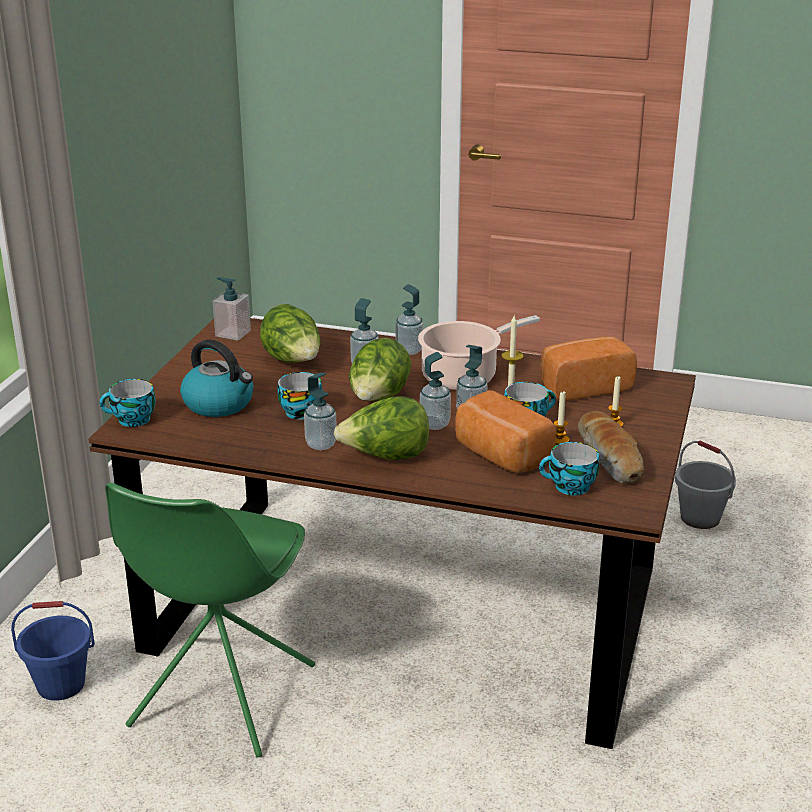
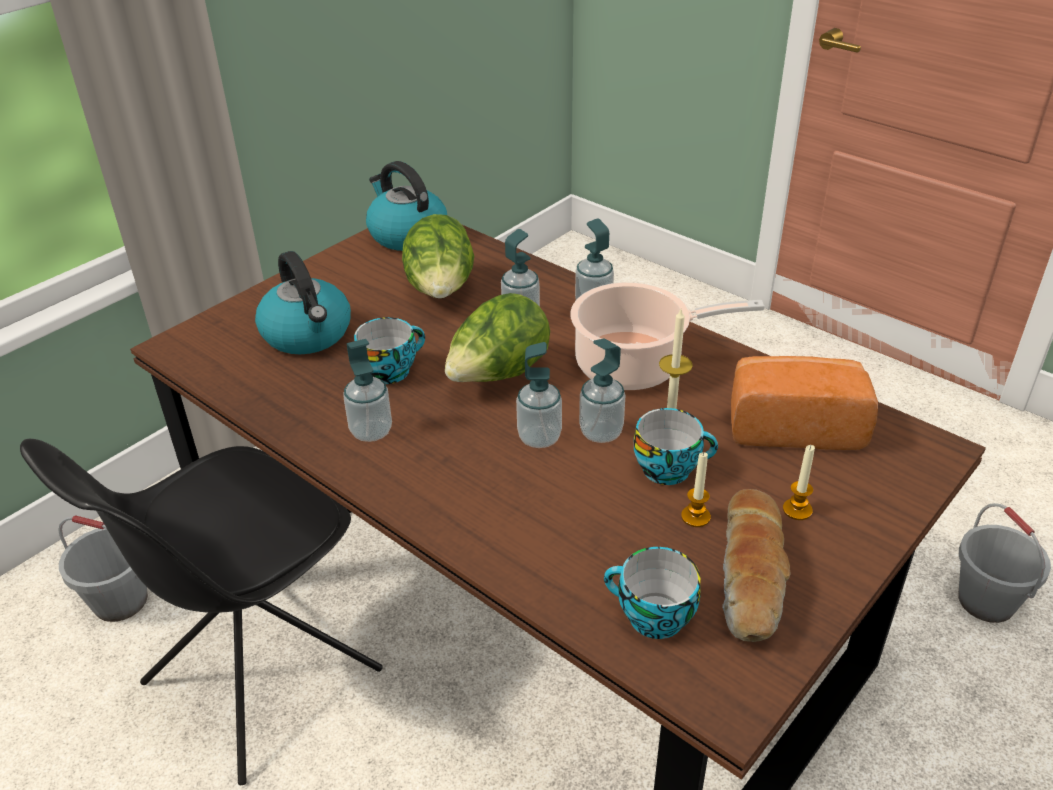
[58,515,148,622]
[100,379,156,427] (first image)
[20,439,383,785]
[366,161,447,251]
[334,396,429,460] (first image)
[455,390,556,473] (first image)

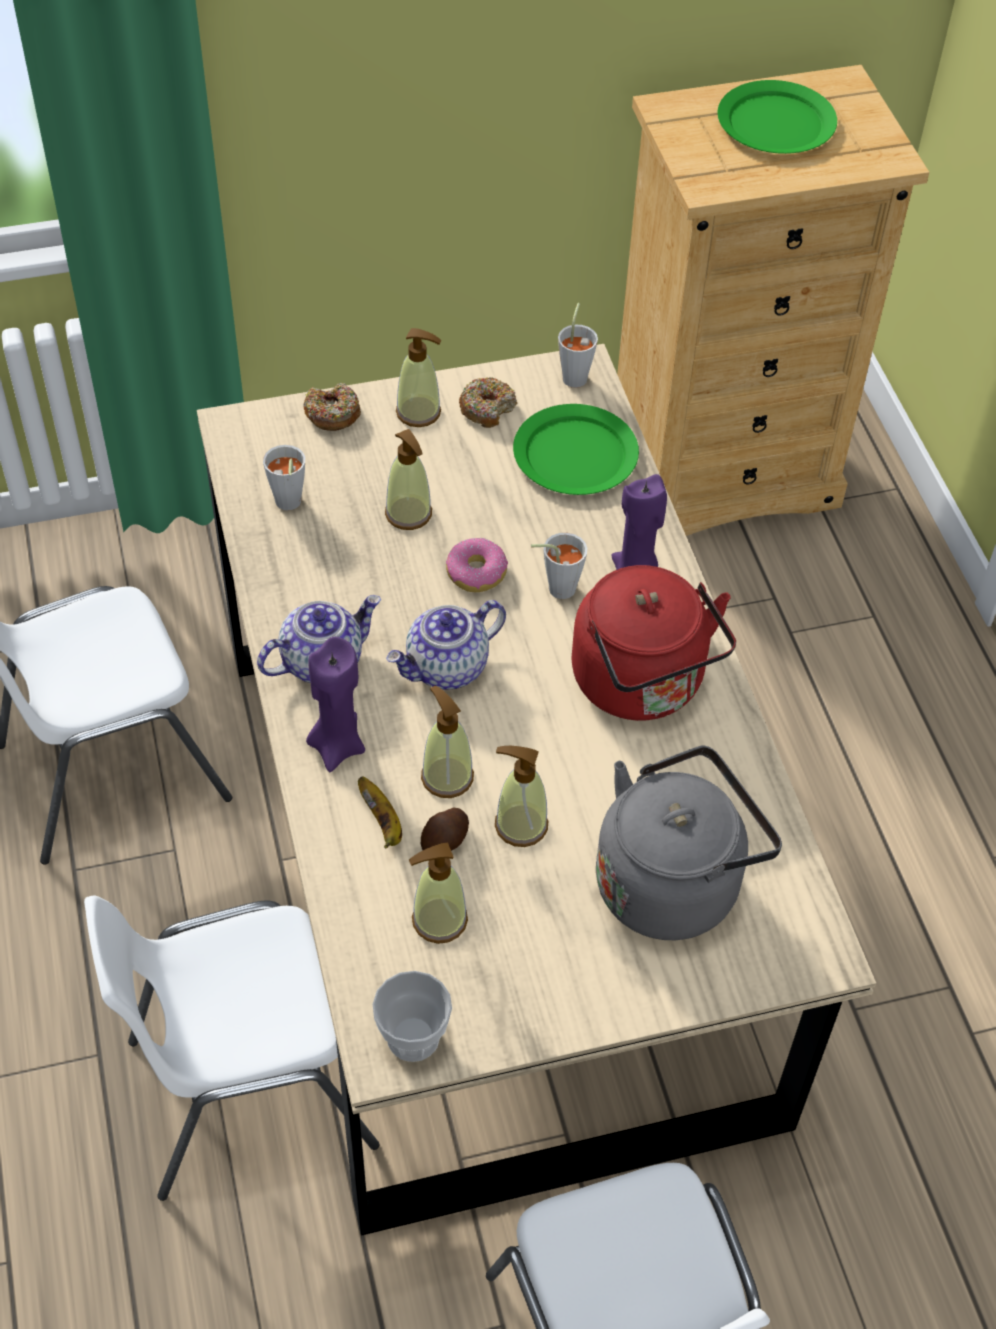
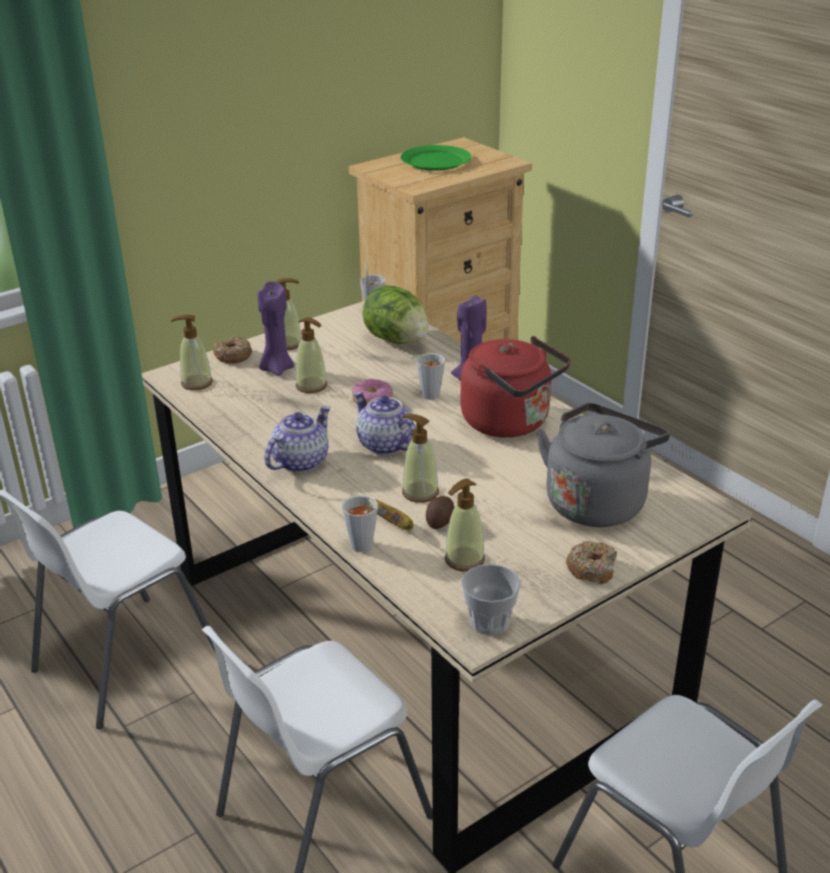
[342,495,378,552]
[257,281,294,376]
[353,392,416,455]
[566,541,617,584]
[171,315,213,390]
[363,285,429,344]

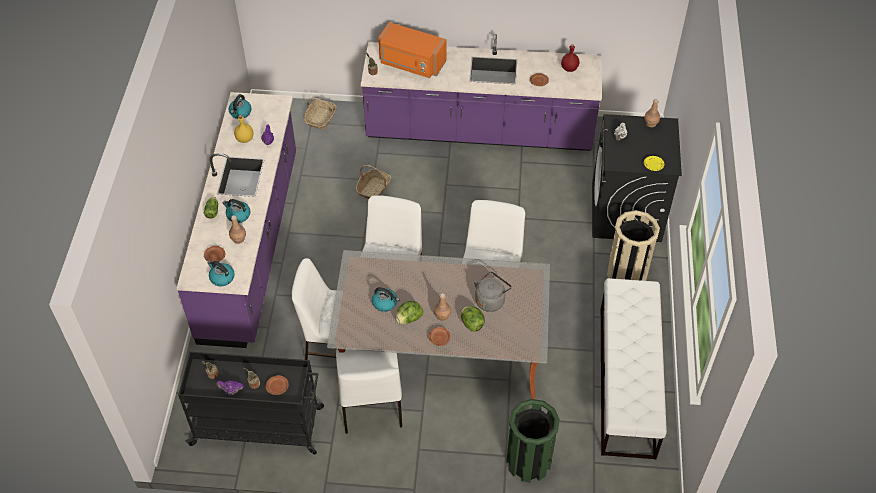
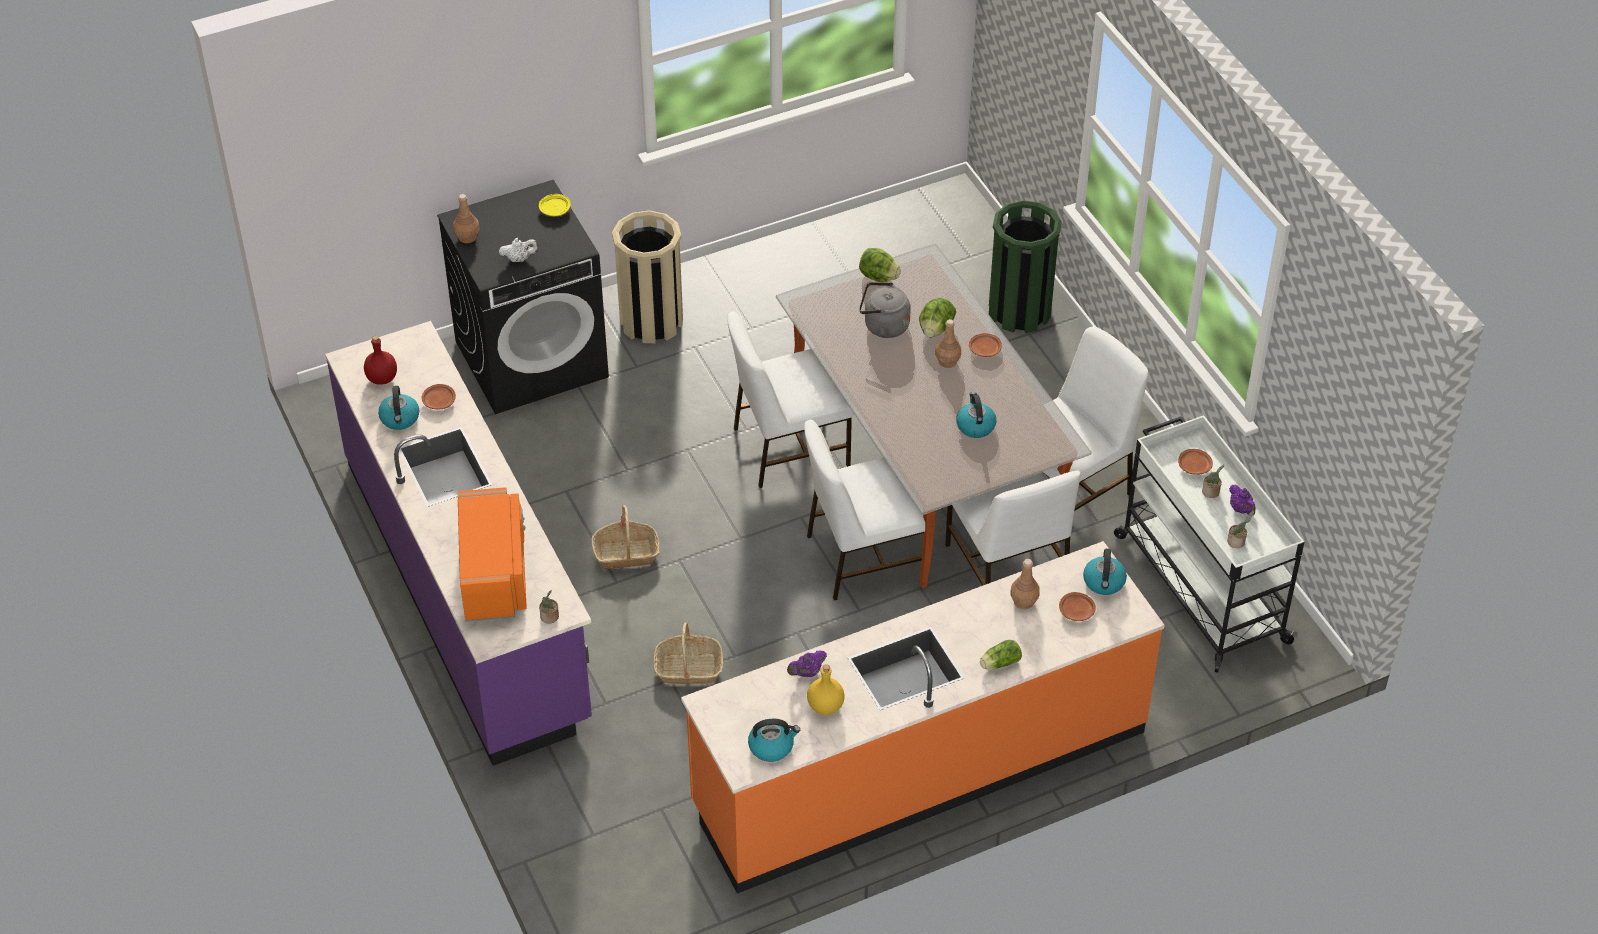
[681,541,1165,894]
[1114,415,1304,673]
[378,386,419,430]
[591,505,660,569]
[859,248,901,282]
[601,278,667,459] (first image)

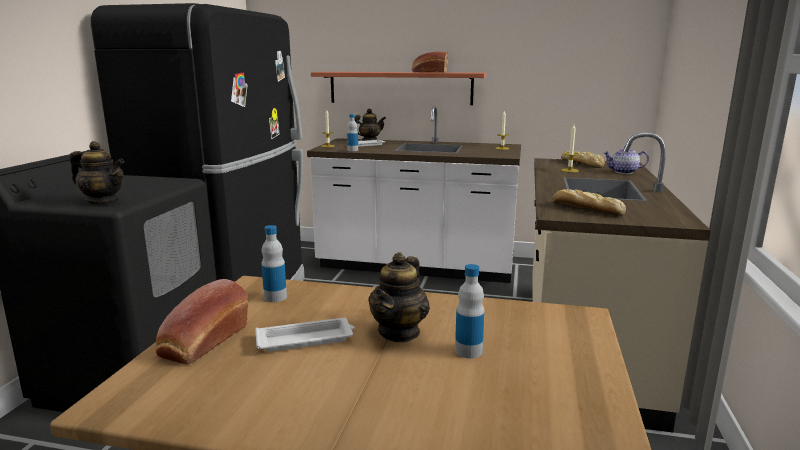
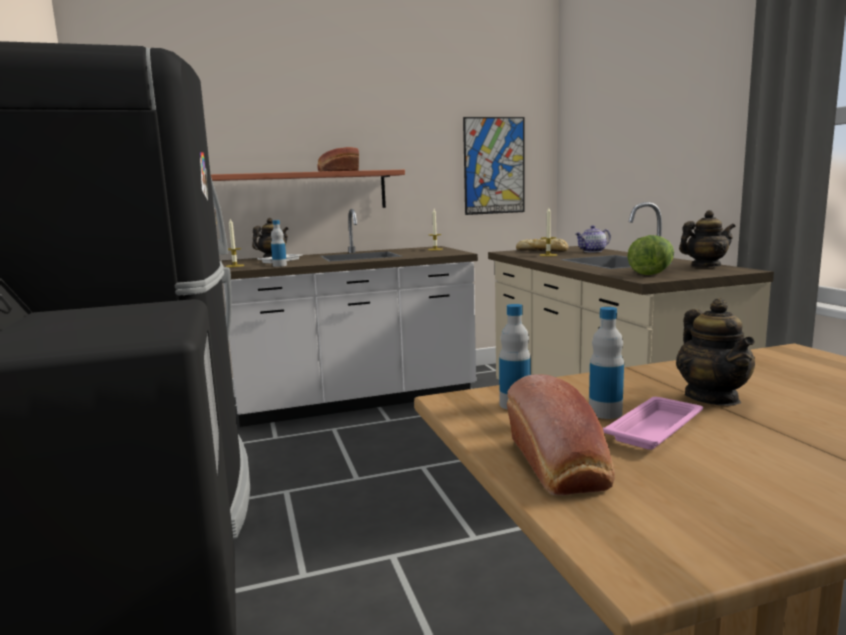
[679,210,735,267]
[603,397,703,450]
[589,307,624,419]
[627,235,674,275]
[463,117,525,215]

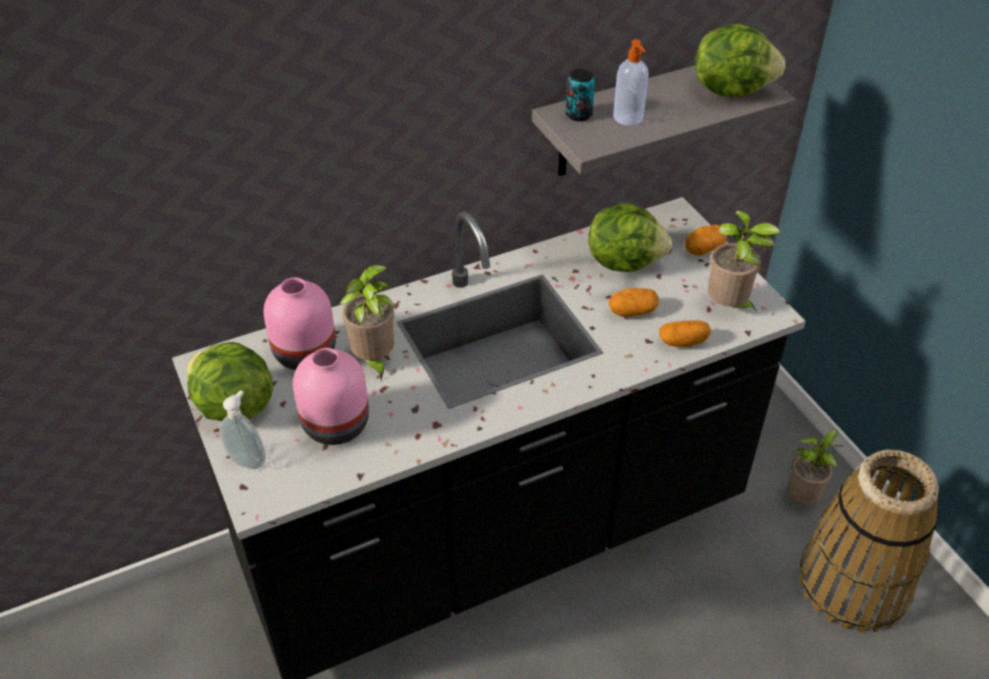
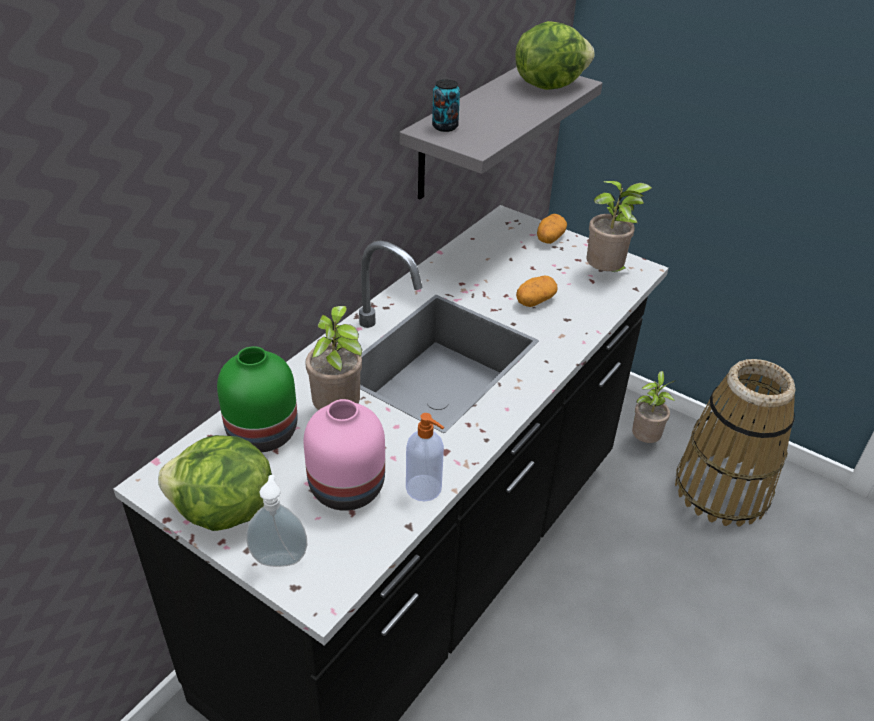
[217,346,298,452]
[589,203,672,272] (first image)
[406,413,444,501]
[659,320,711,347] (first image)

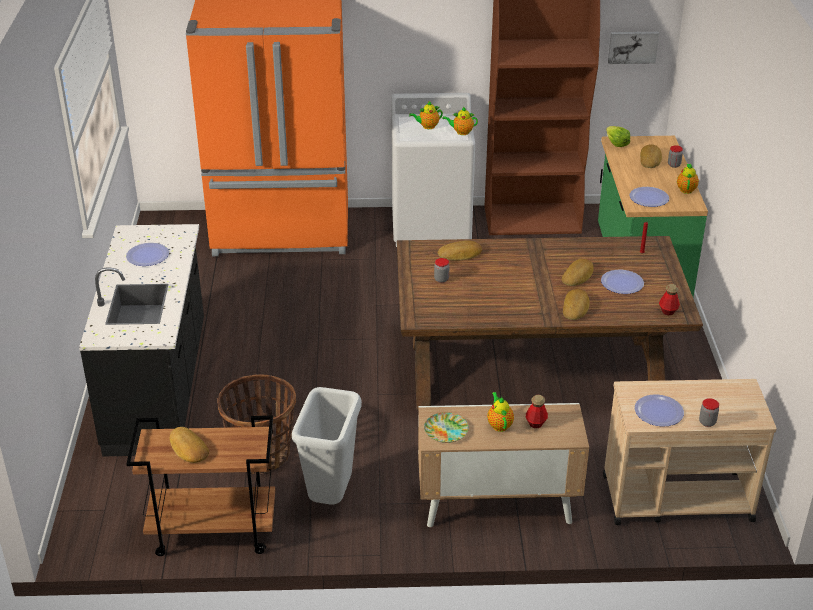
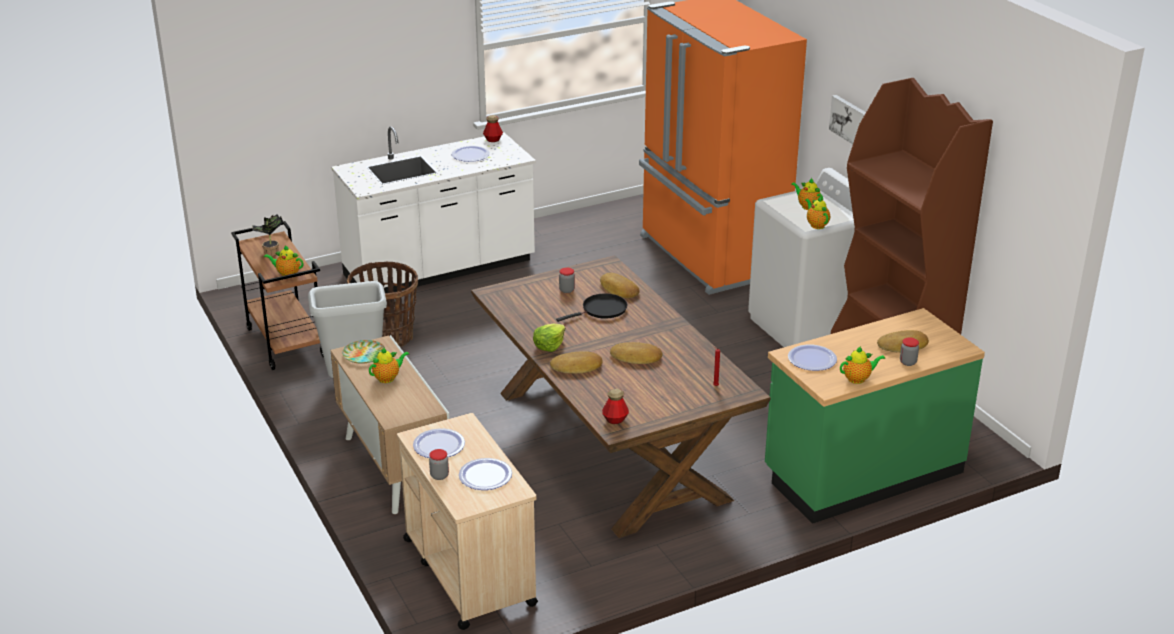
[331,126,536,293]
[252,214,283,256]
[483,115,503,142]
[459,458,512,490]
[533,323,565,352]
[829,95,866,144]
[264,245,303,276]
[556,293,627,322]

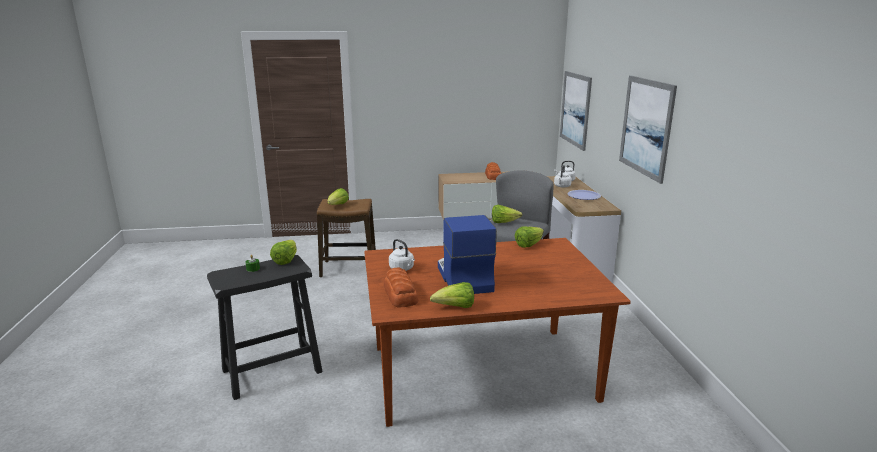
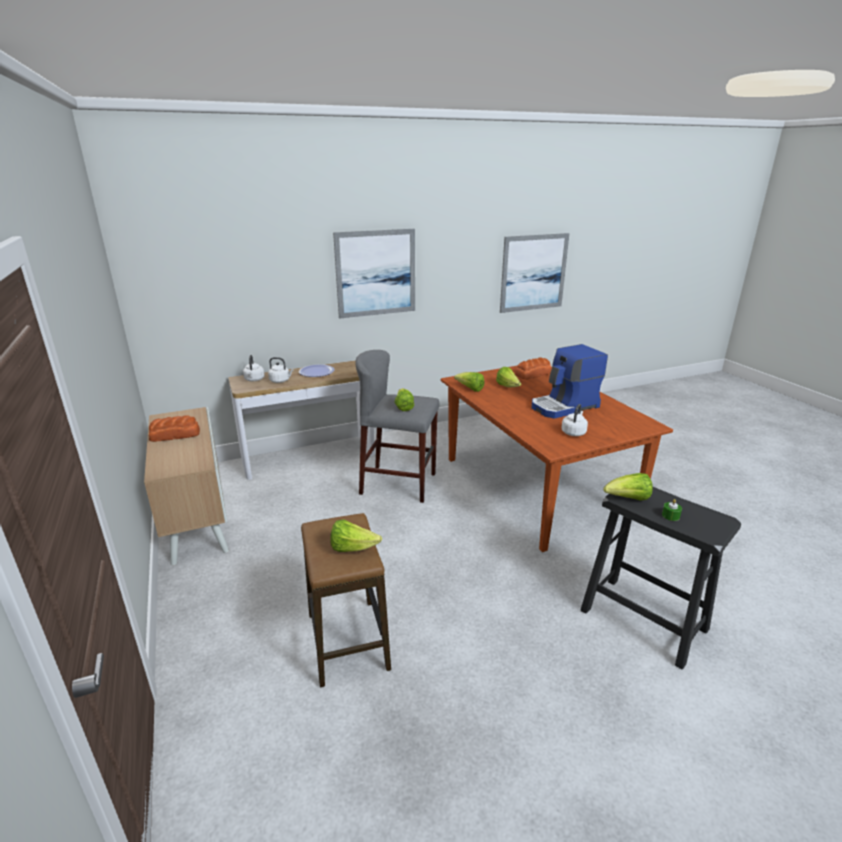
[515,357,552,380]
[496,367,521,387]
[500,233,570,313]

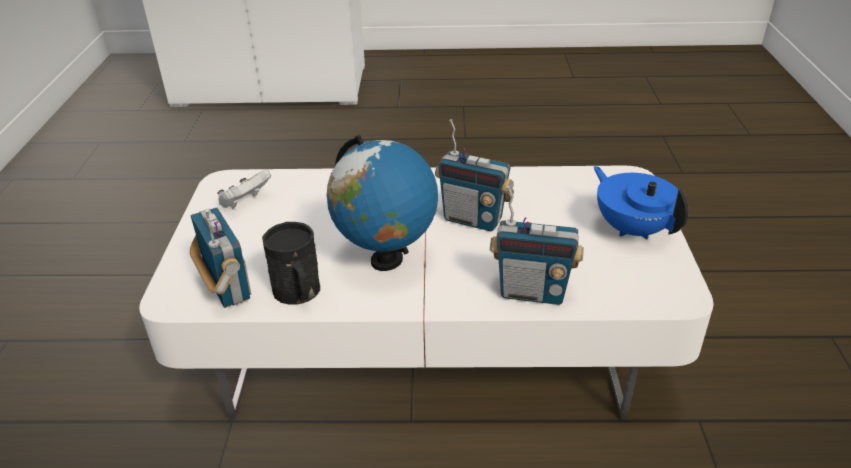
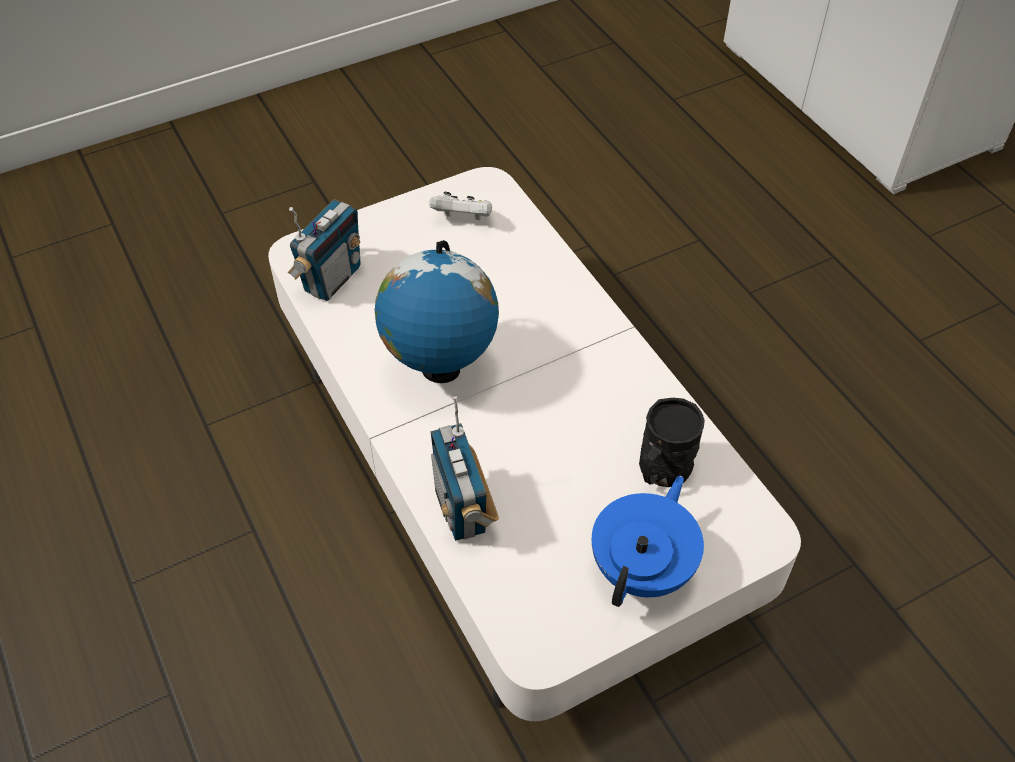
[639,398,705,487]
[435,119,514,231] (first image)

